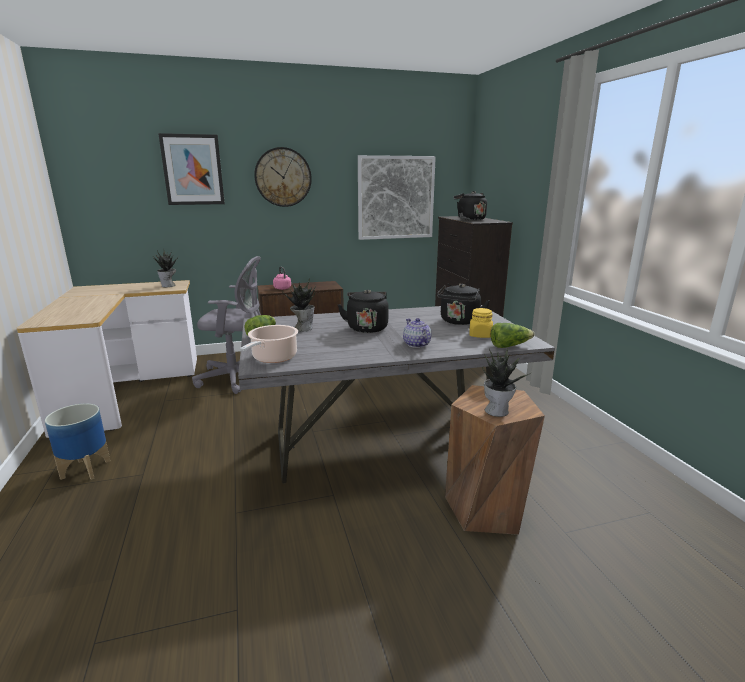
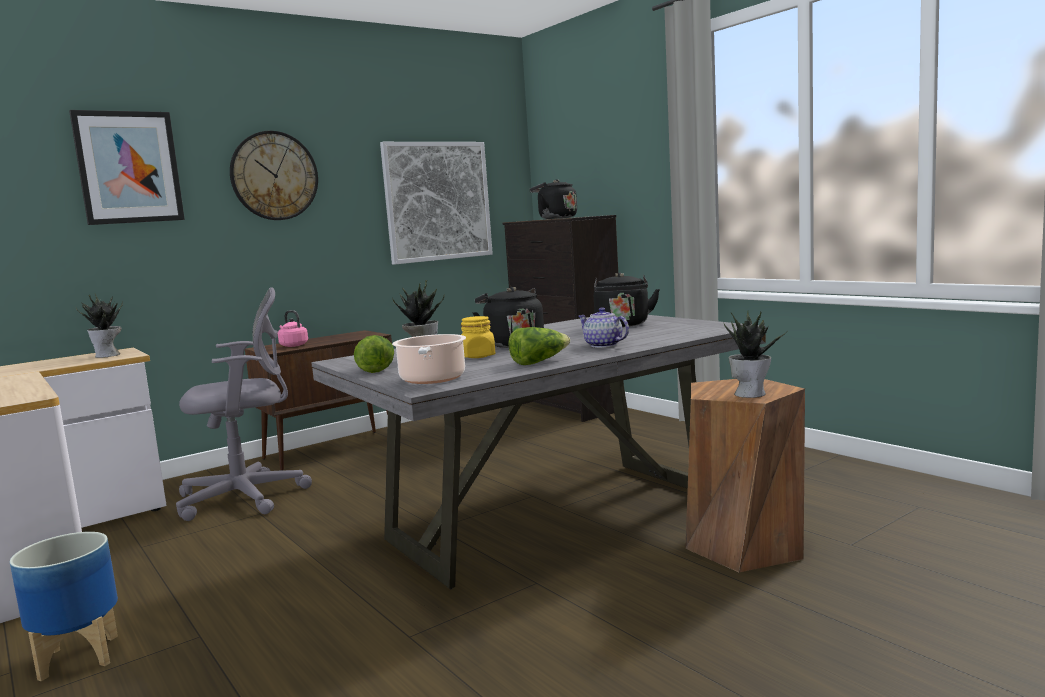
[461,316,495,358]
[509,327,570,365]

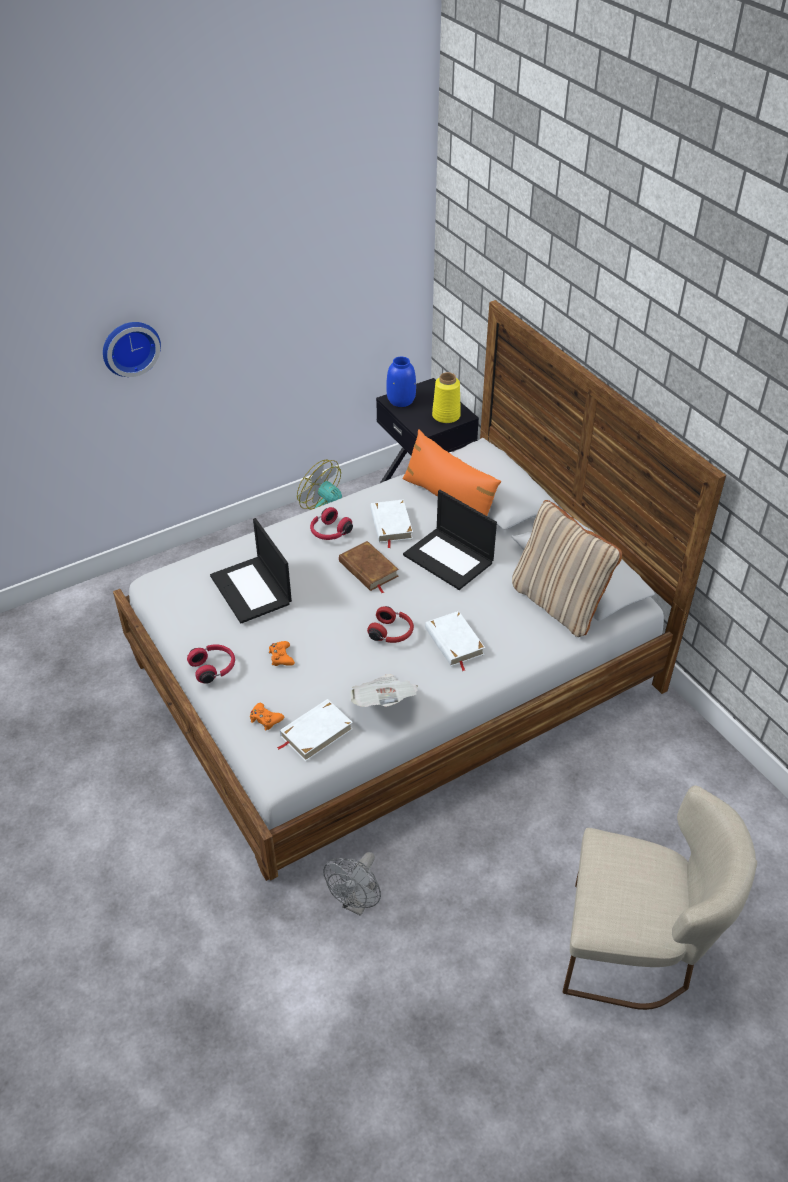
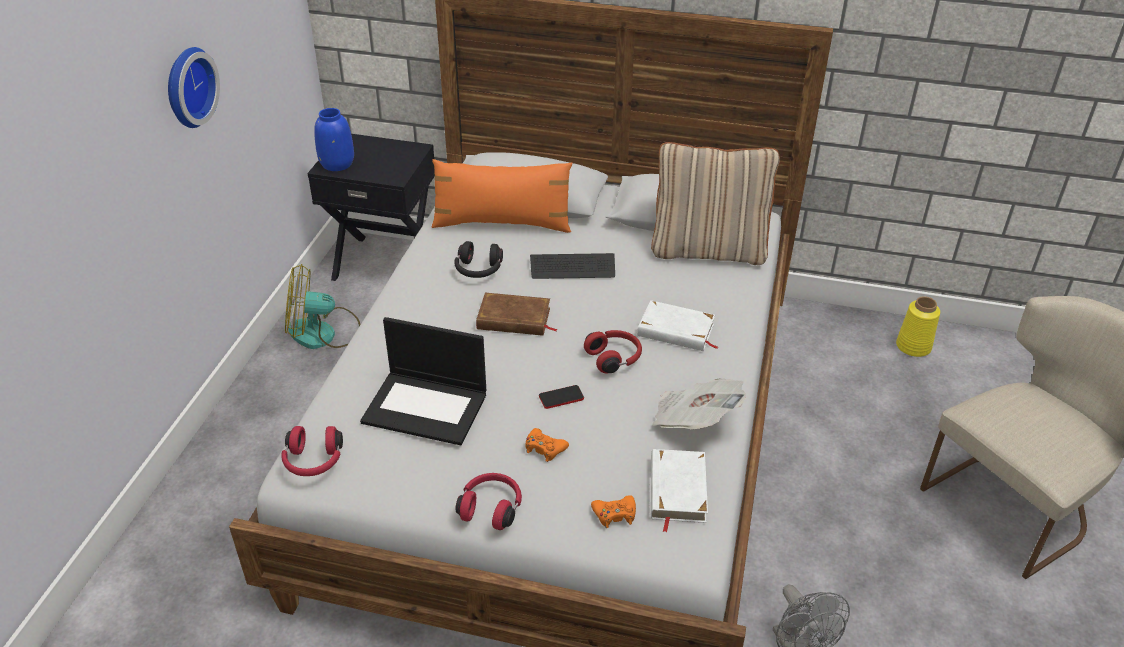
[168,47,220,128]
[281,426,343,476]
[454,241,503,278]
[530,253,615,279]
[896,296,940,357]
[539,385,584,409]

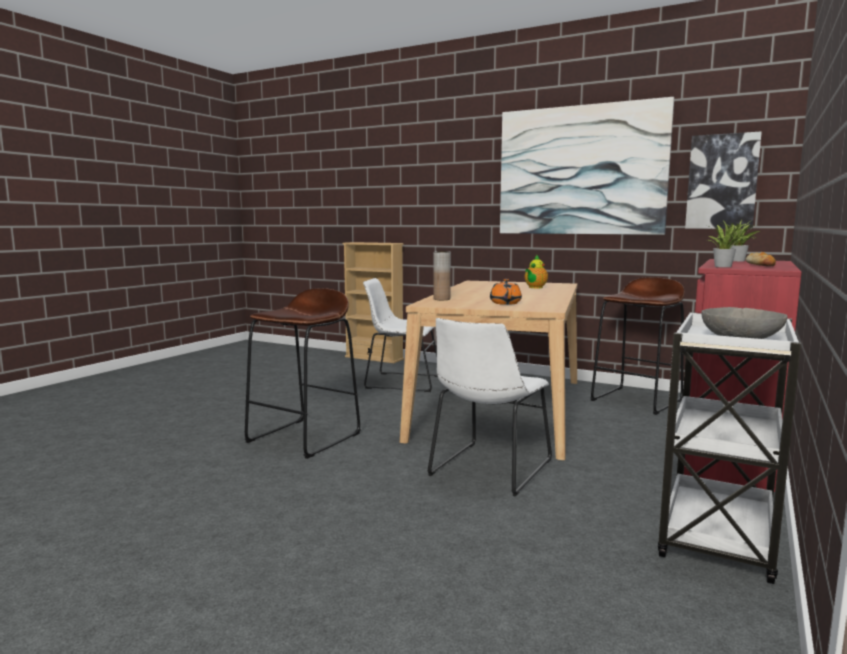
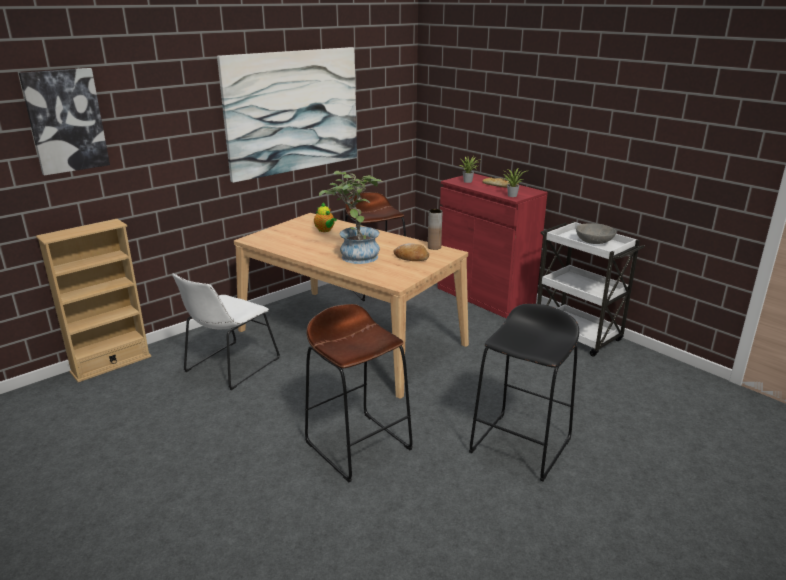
[427,318,552,497] (first image)
[428,209,442,250]
[393,243,429,261]
[19,68,110,176]
[319,171,382,264]
[469,304,579,482]

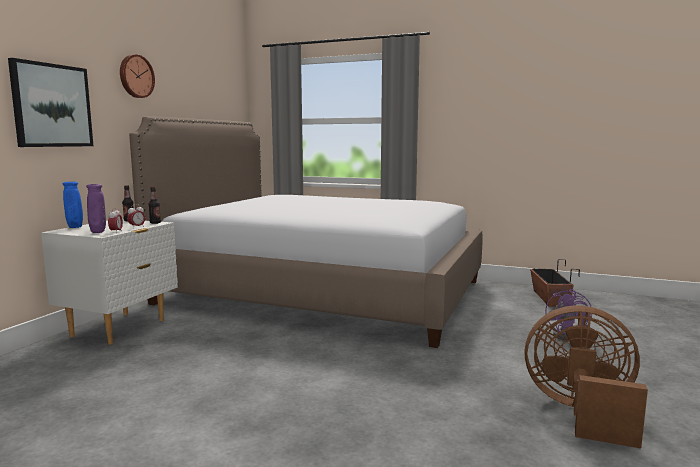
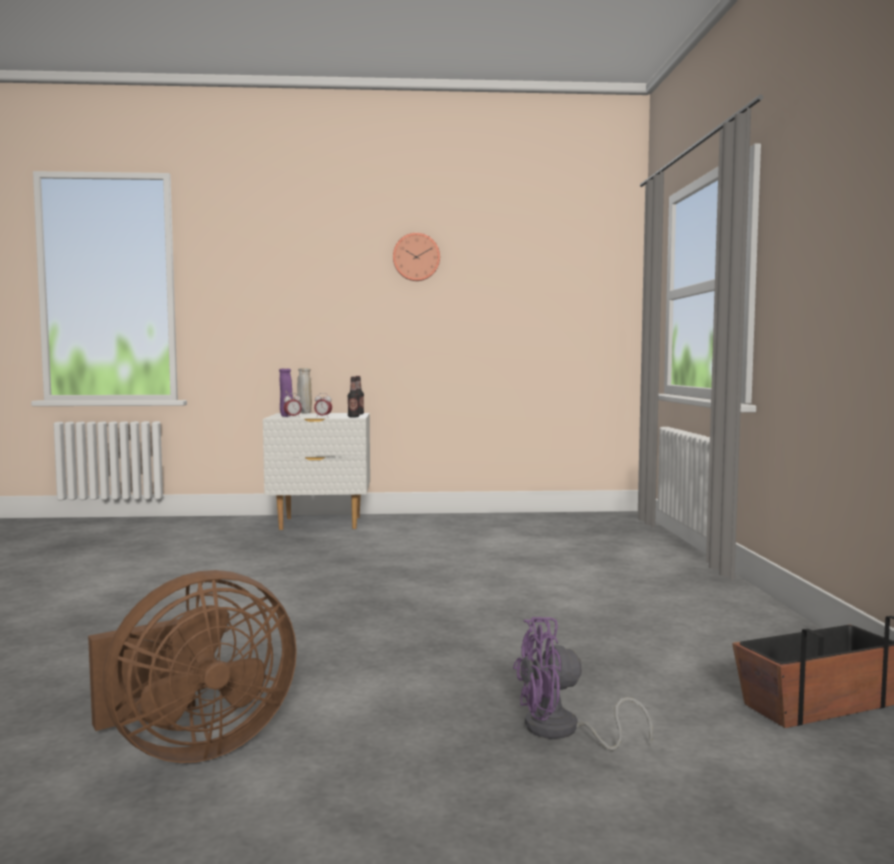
[8,58,93,147] (first image)
[297,368,312,414]
[129,116,483,348] (first image)
[88,570,297,763]

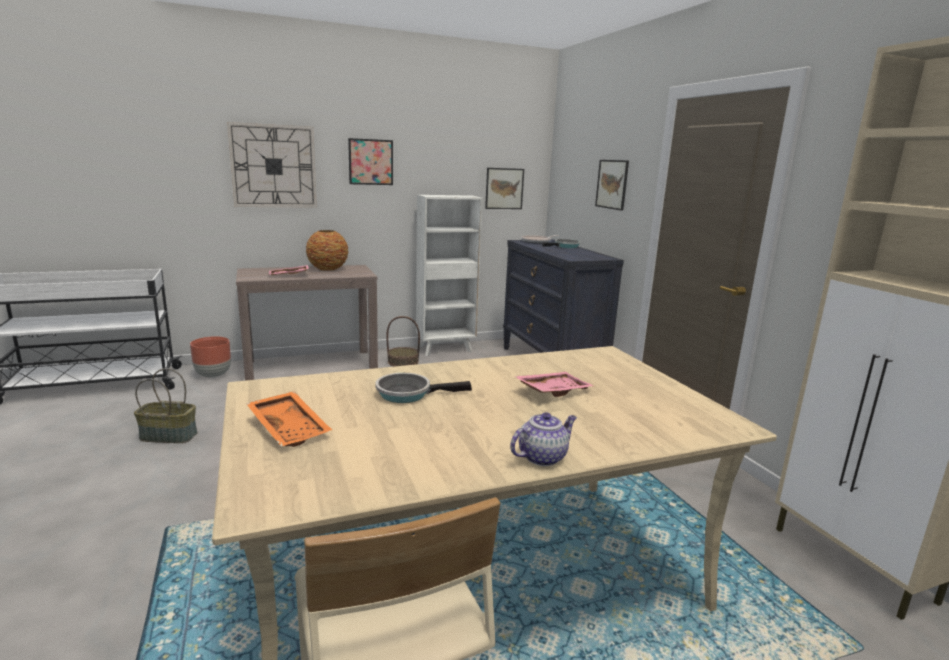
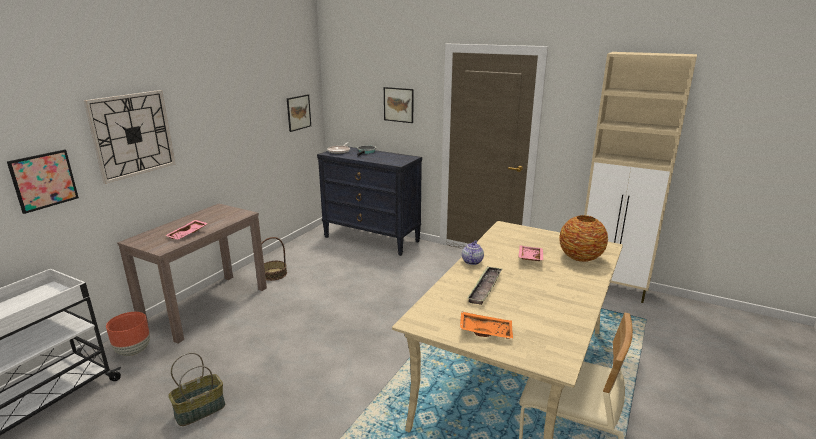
[559,215,608,262]
[7,150,79,214]
[467,266,502,305]
[416,195,483,356] (first image)
[462,241,484,265]

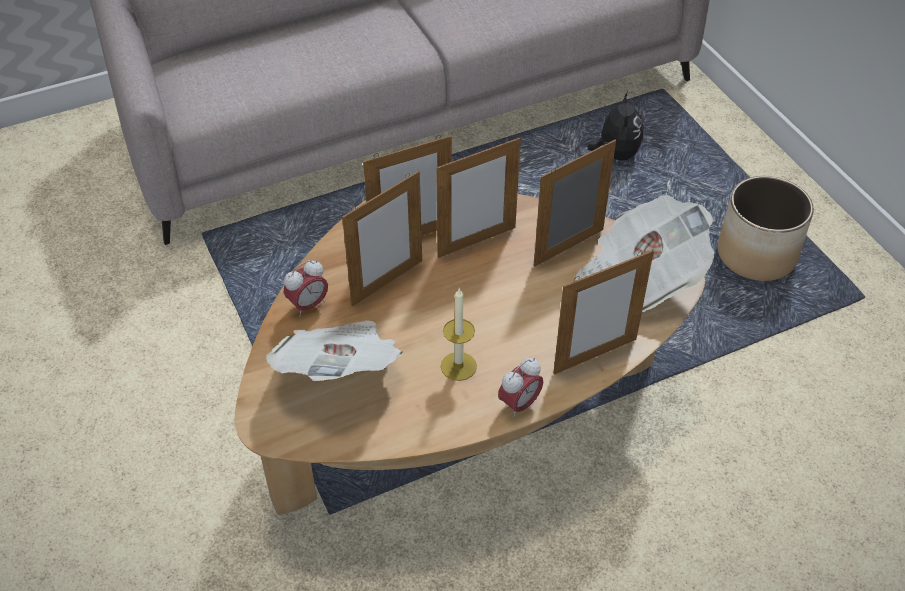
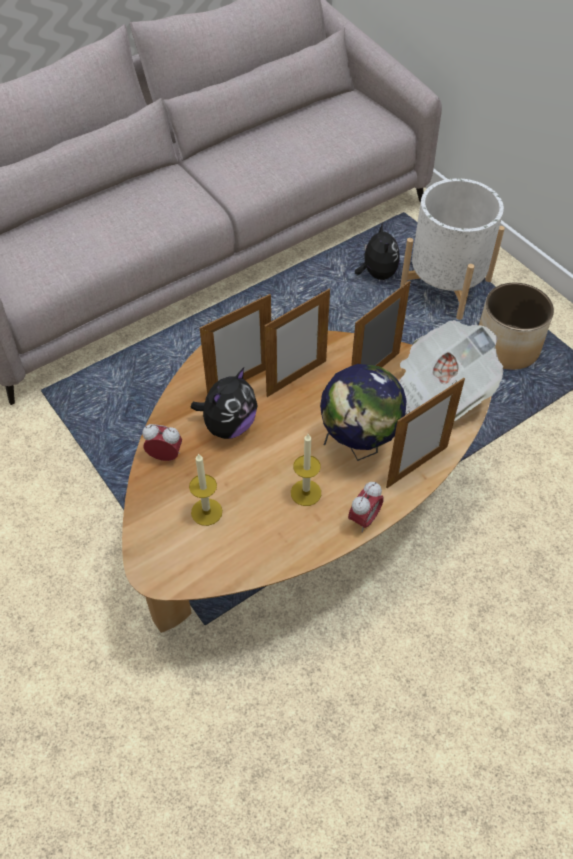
[189,453,222,526]
[142,424,182,461]
[191,367,258,439]
[320,364,407,461]
[400,178,505,320]

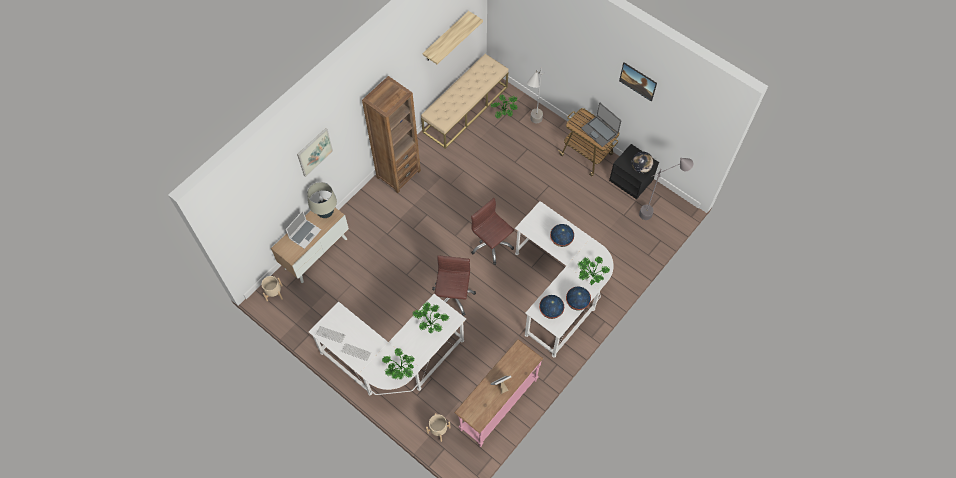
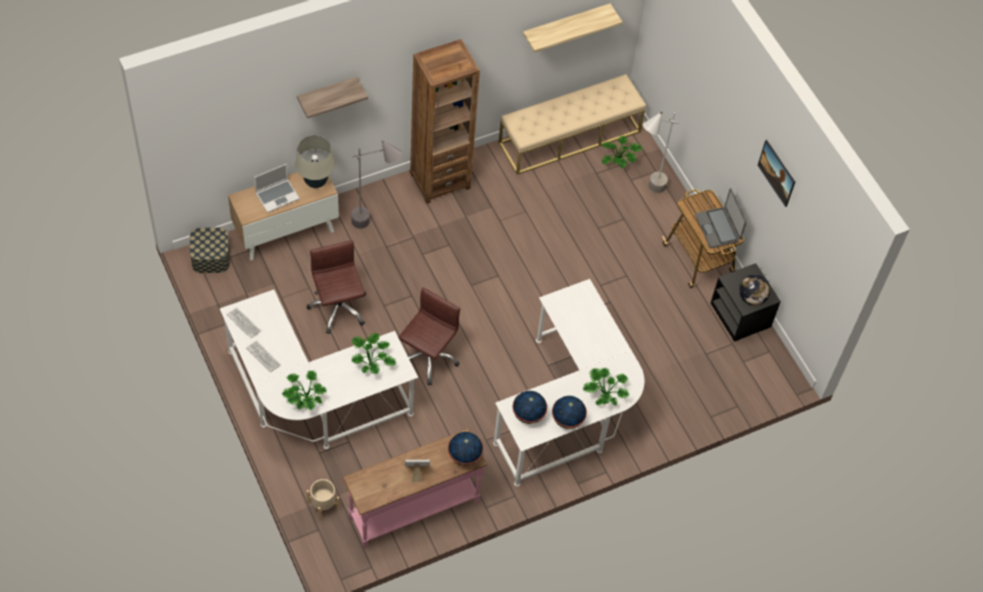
[189,227,230,273]
[297,77,368,119]
[307,240,366,334]
[448,432,483,466]
[351,141,402,229]

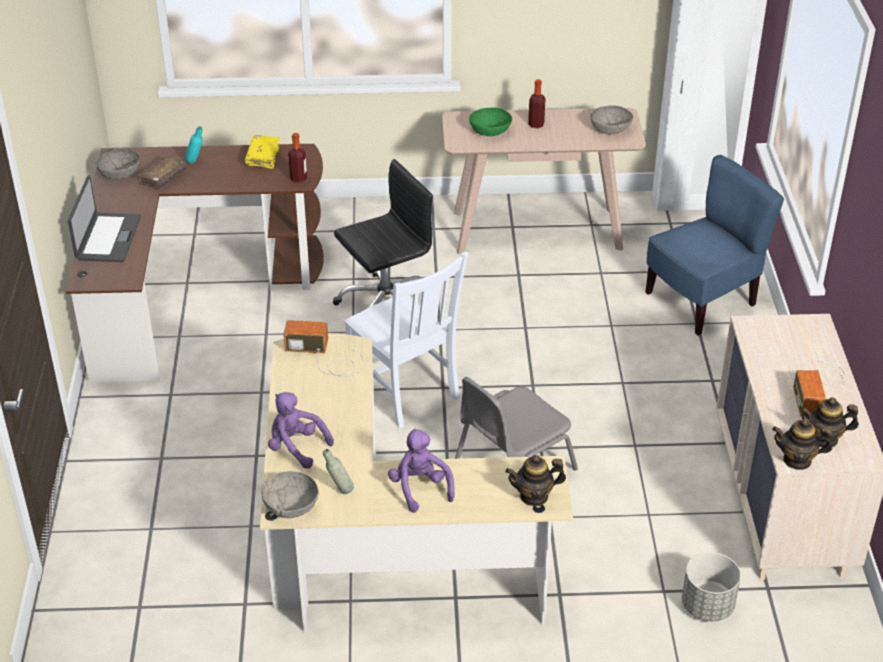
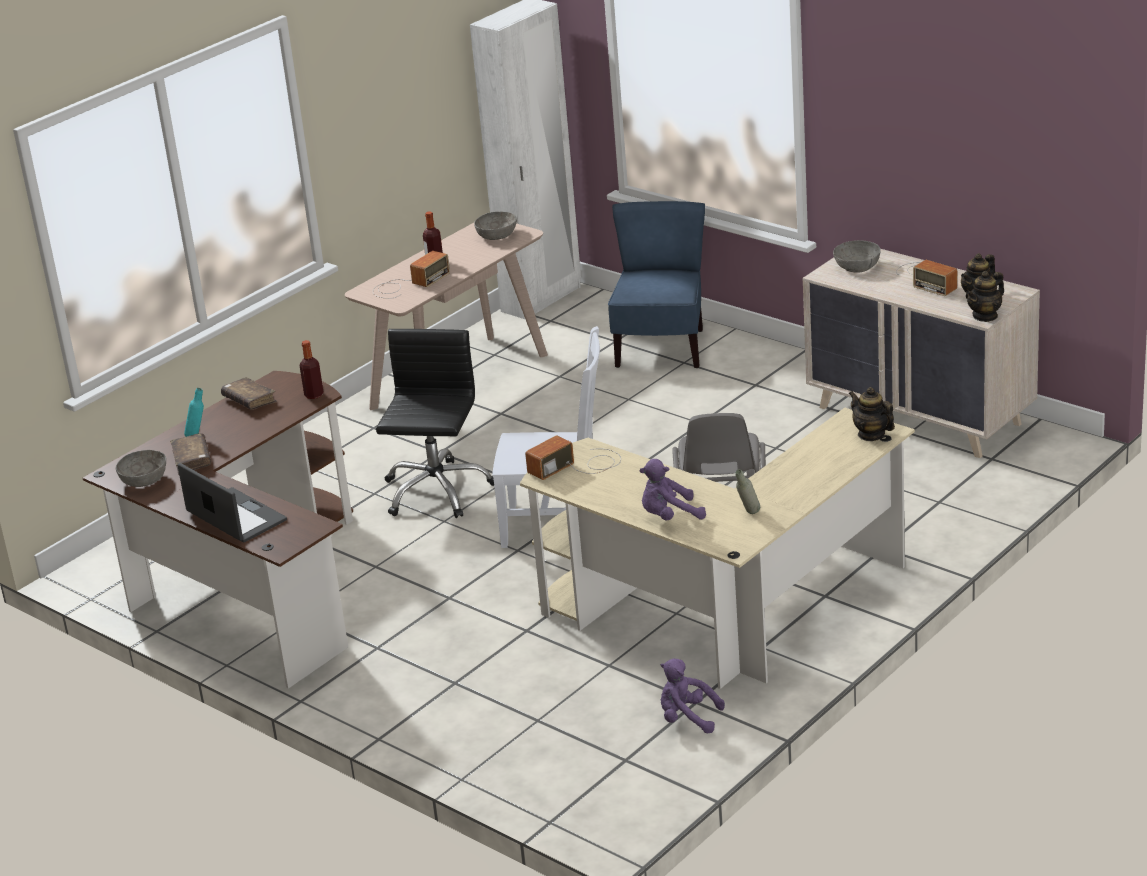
[221,377,277,410]
[833,240,881,273]
[661,658,725,733]
[373,251,450,299]
[849,387,895,441]
[682,552,741,621] (first image)

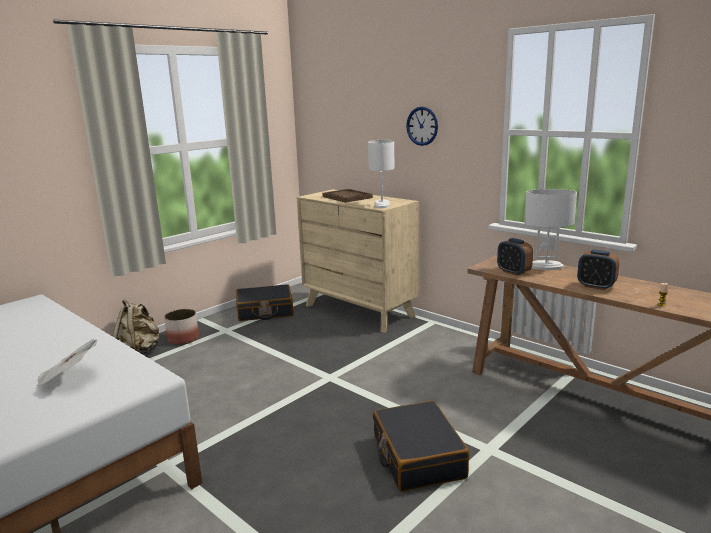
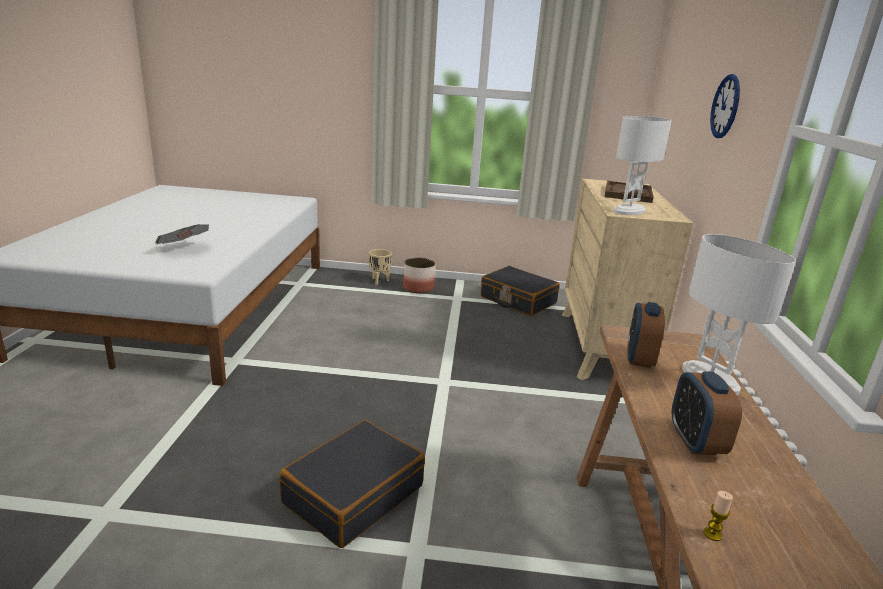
[369,249,392,285]

